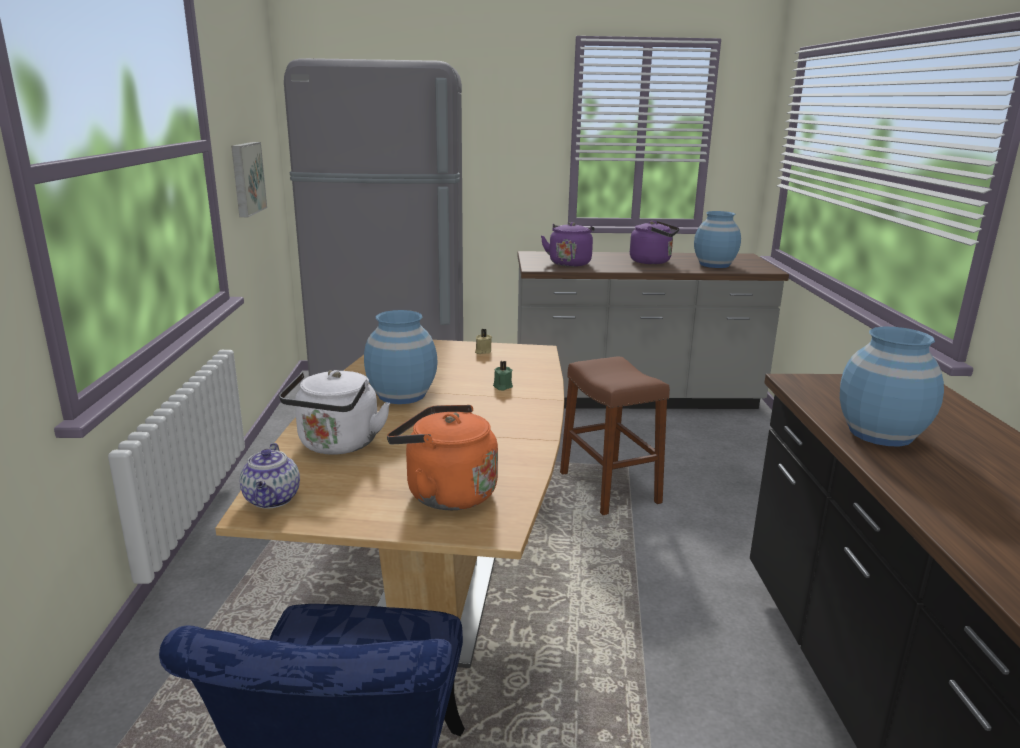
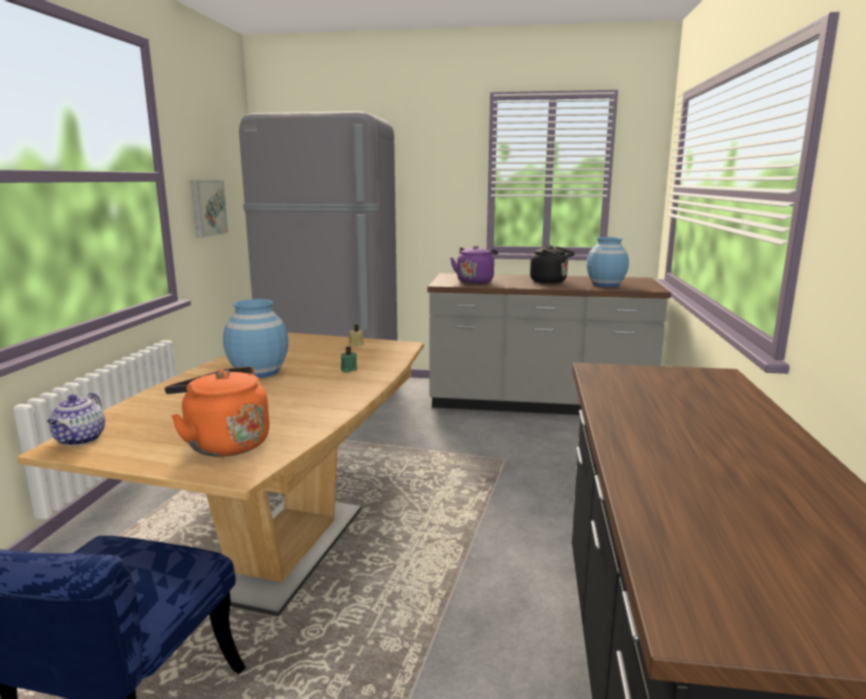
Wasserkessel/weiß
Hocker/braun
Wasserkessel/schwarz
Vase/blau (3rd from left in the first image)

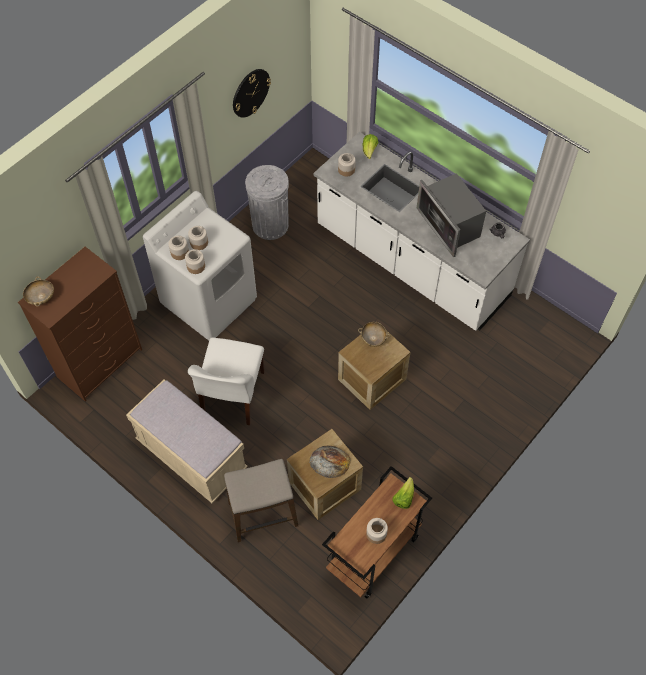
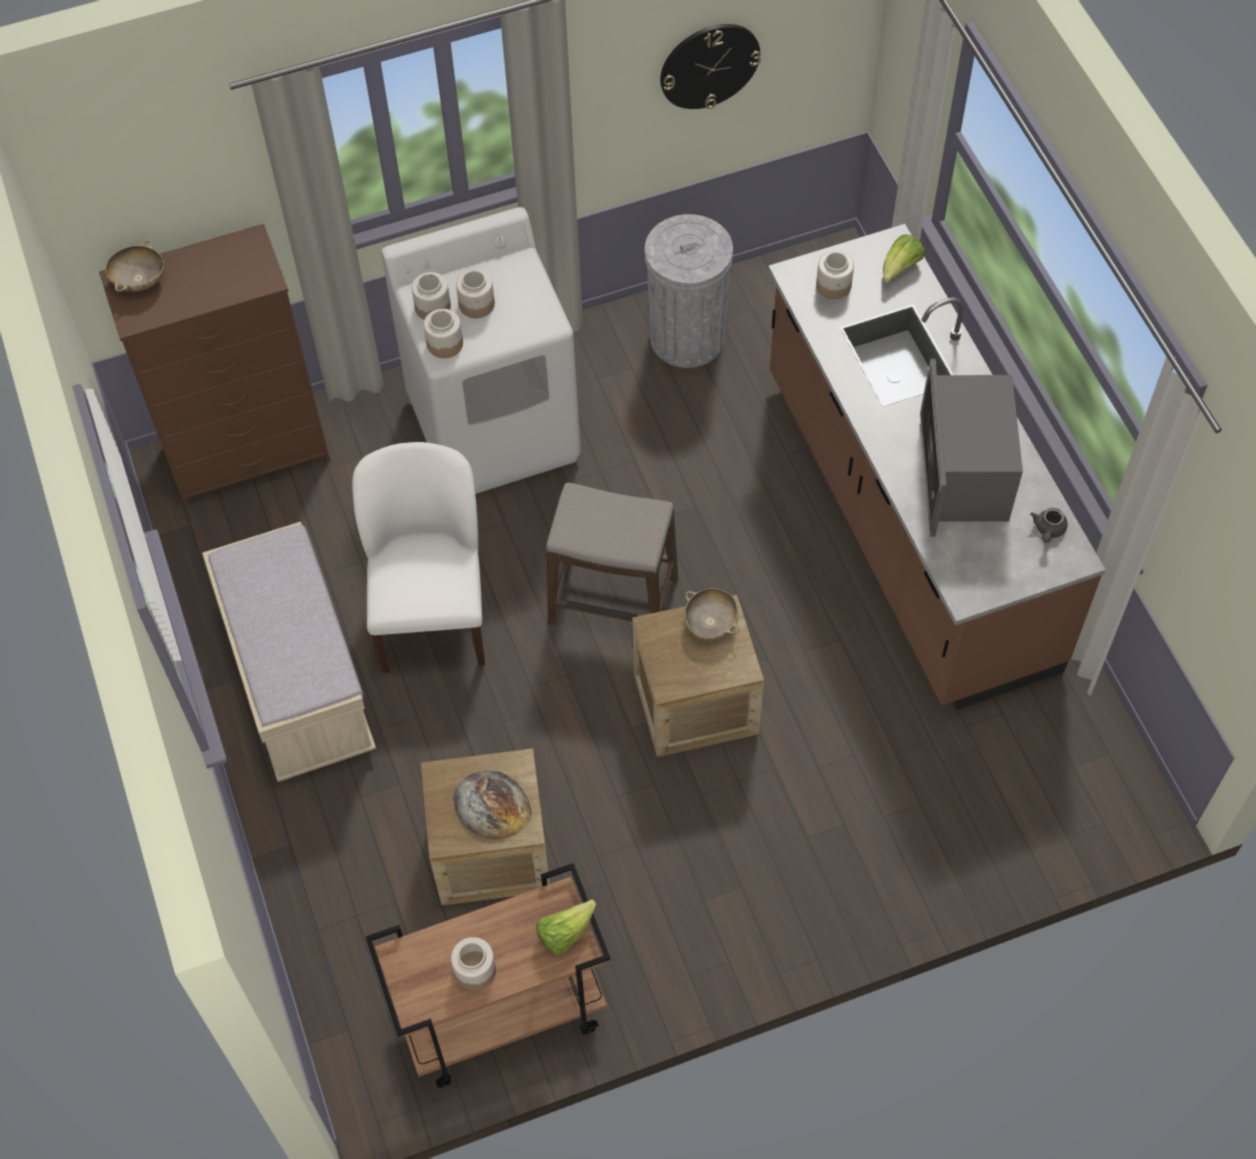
Stuhl/weiß
Hocker
Küchenzeile/braun

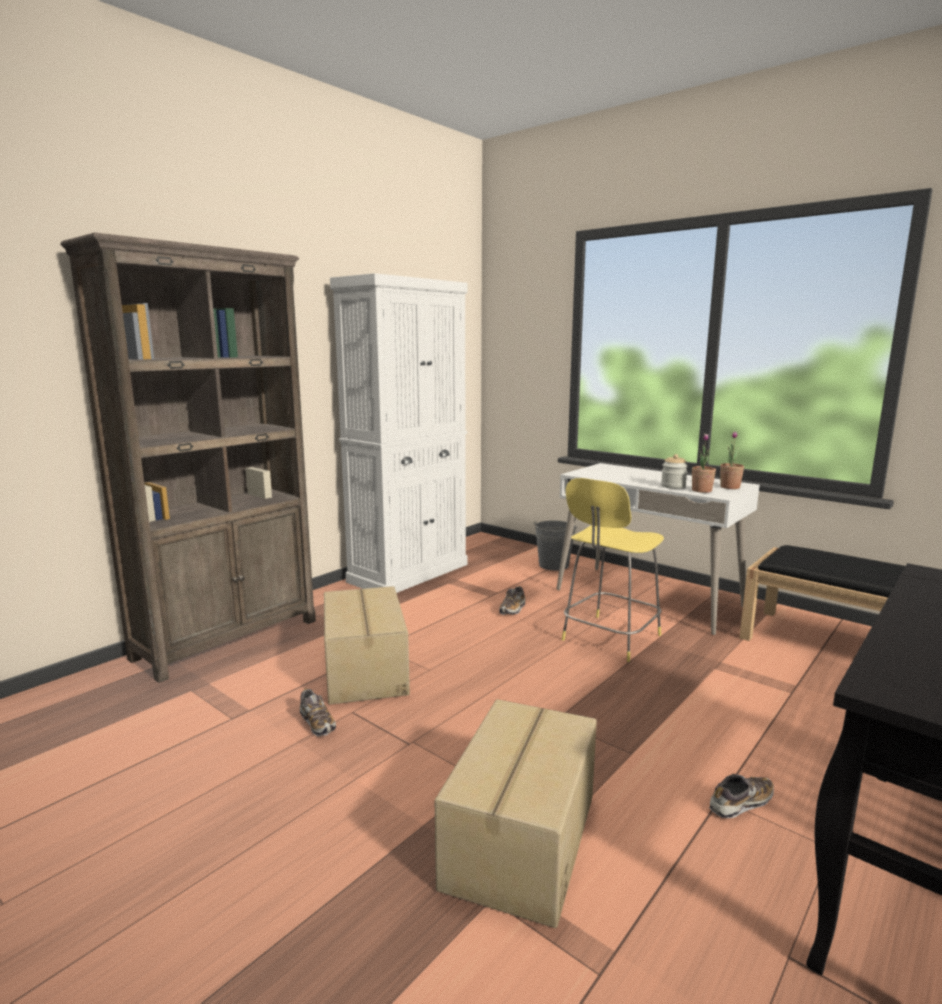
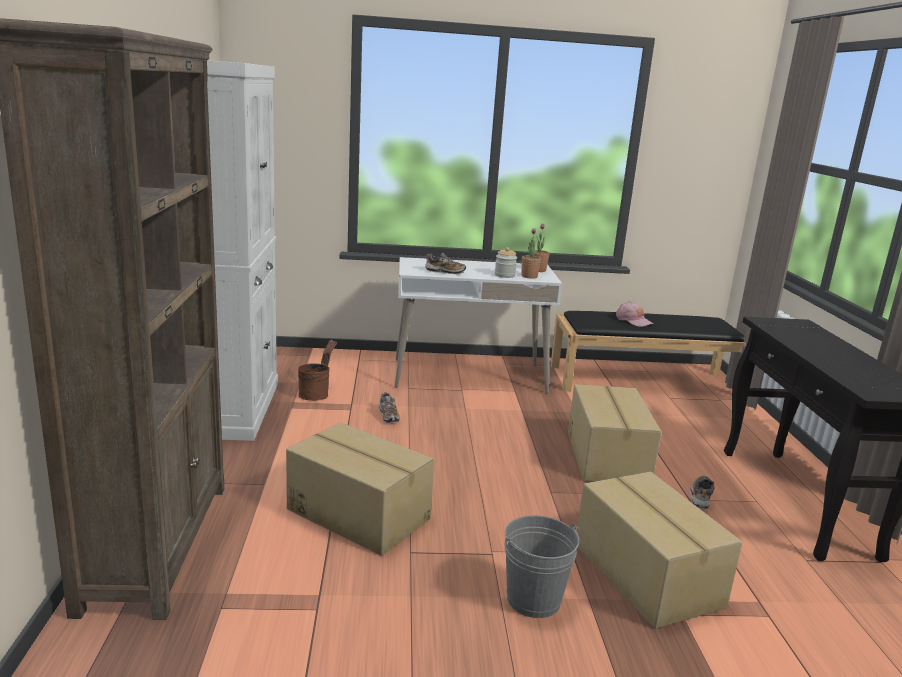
Schuh (2nd from left)
Eimer/grau
Hocker/gelb
Eimer/braun
Karton (2nd from left)
Kappe/rosa

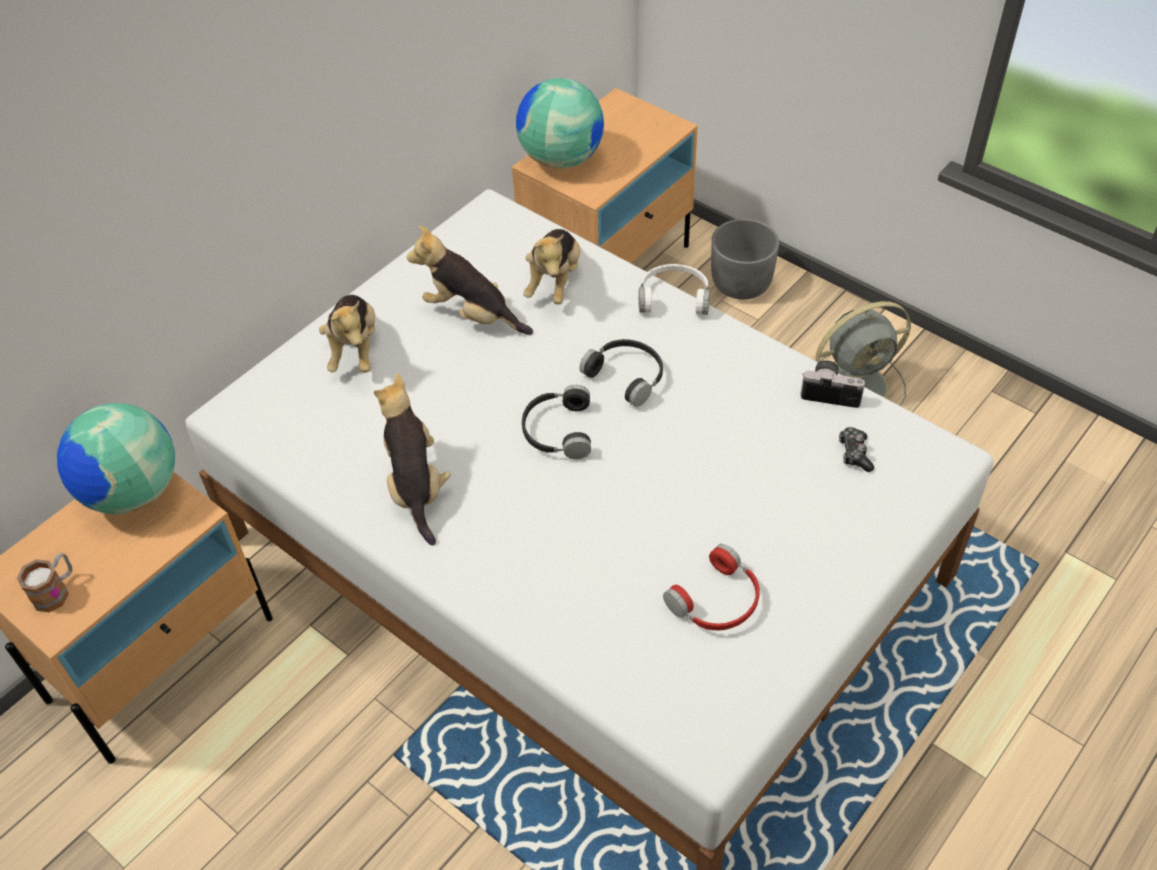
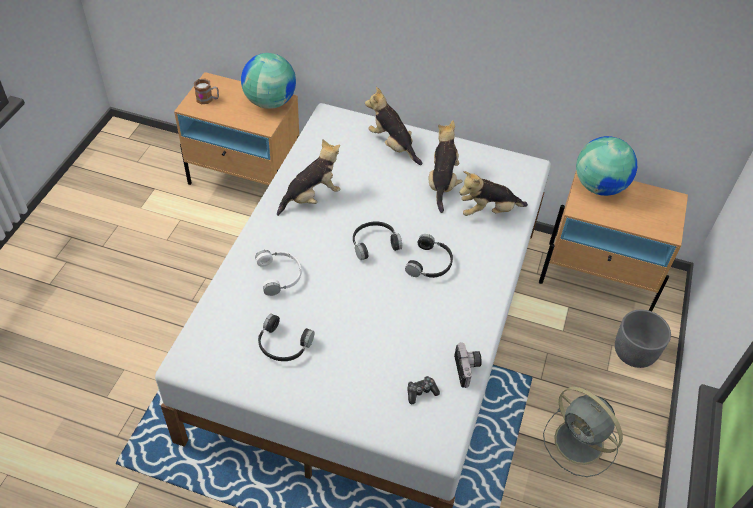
Plüschtier (2nd from left)
Kopfhörer/weiß
Kopfhörer/schwarz (1st from left)

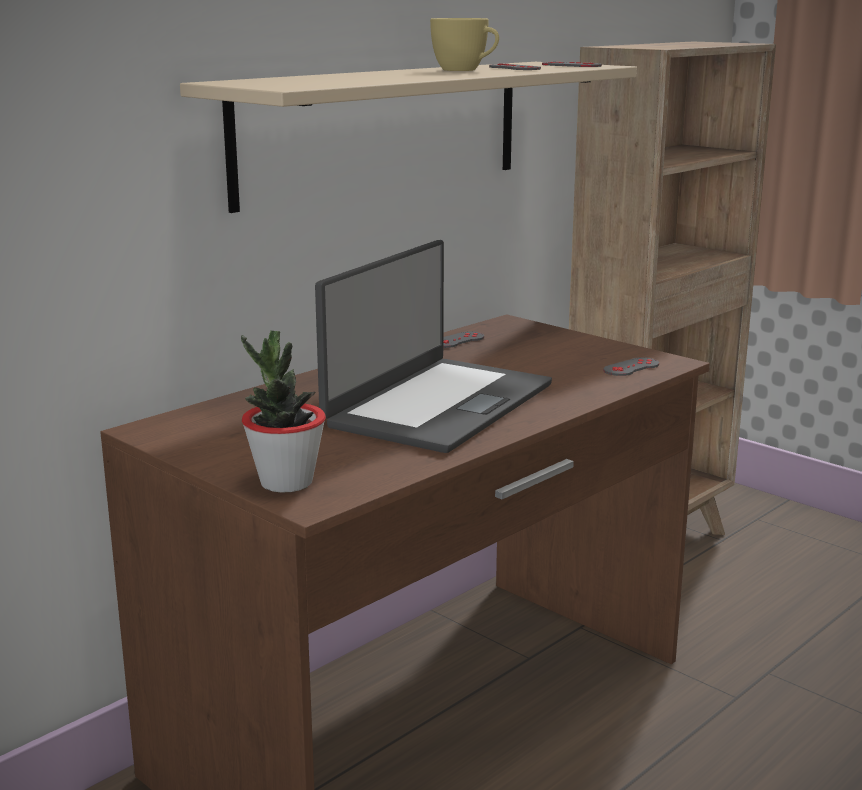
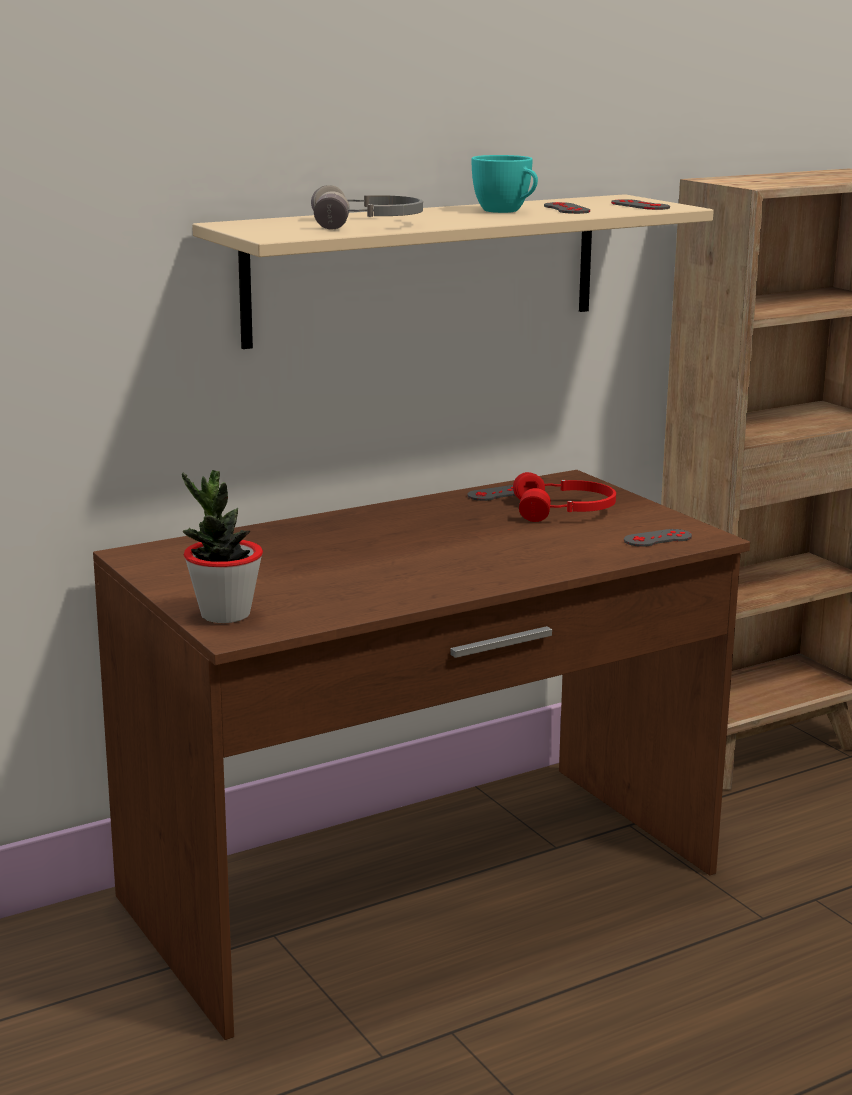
Laptop
Tasse/türkis
Kopfhörer/grau
Kopfhörer/rot

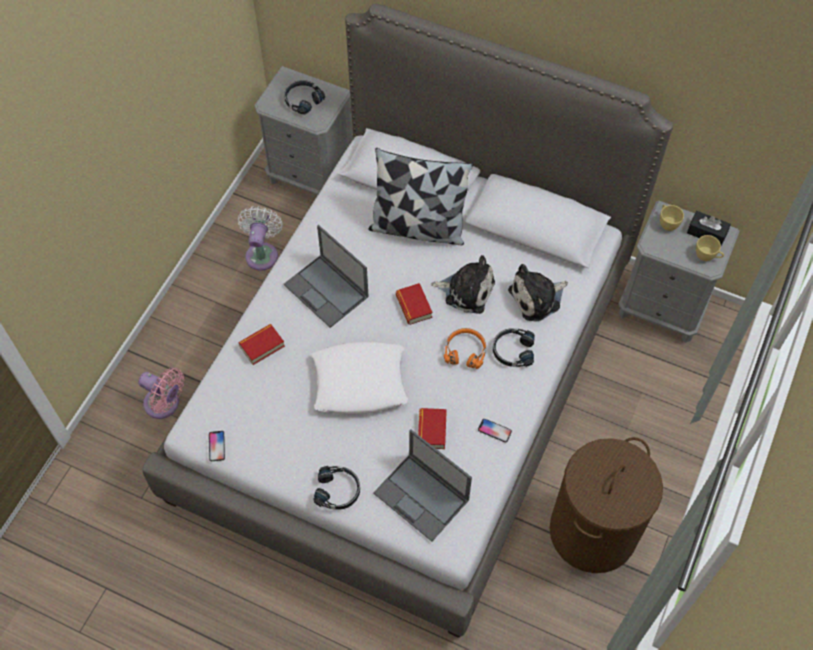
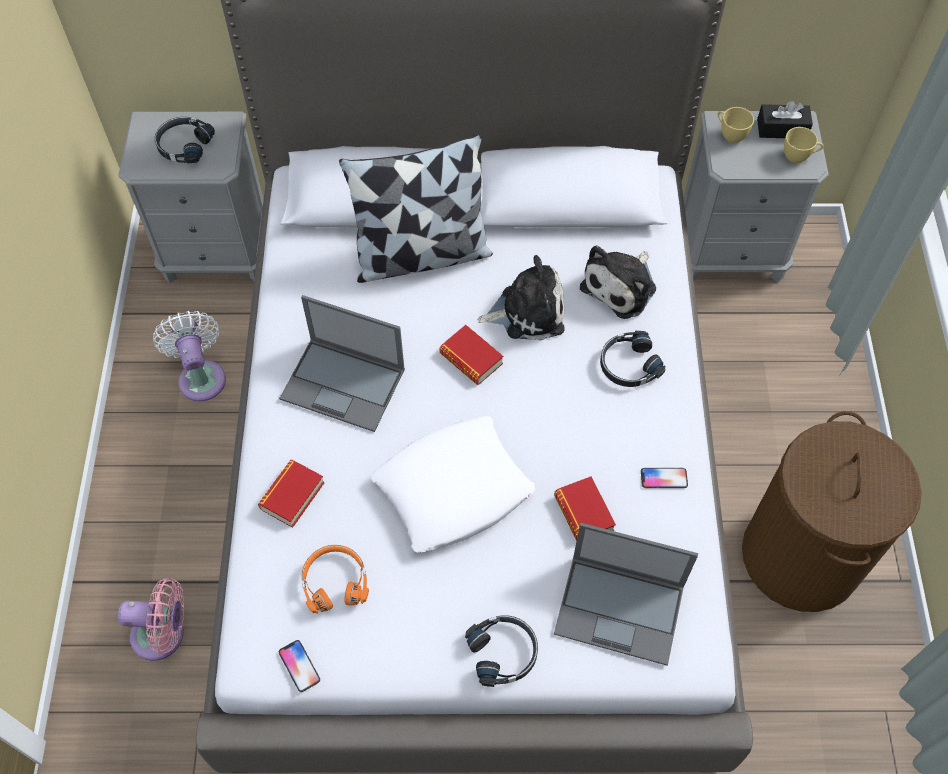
Kopfhörer/orange

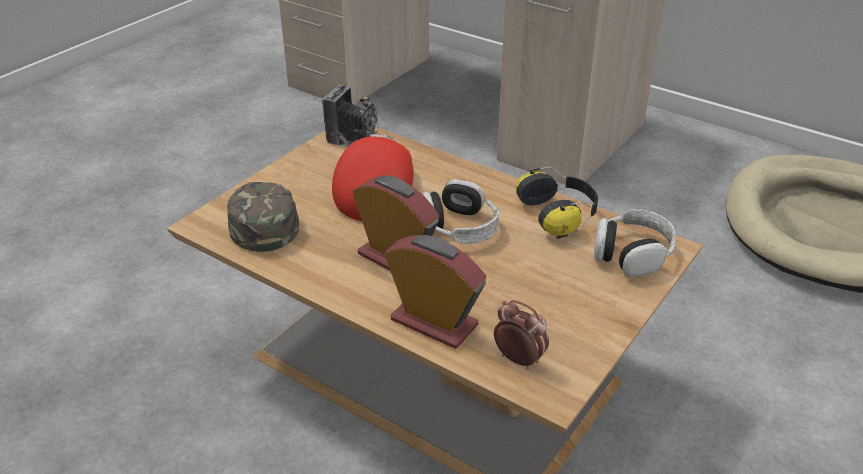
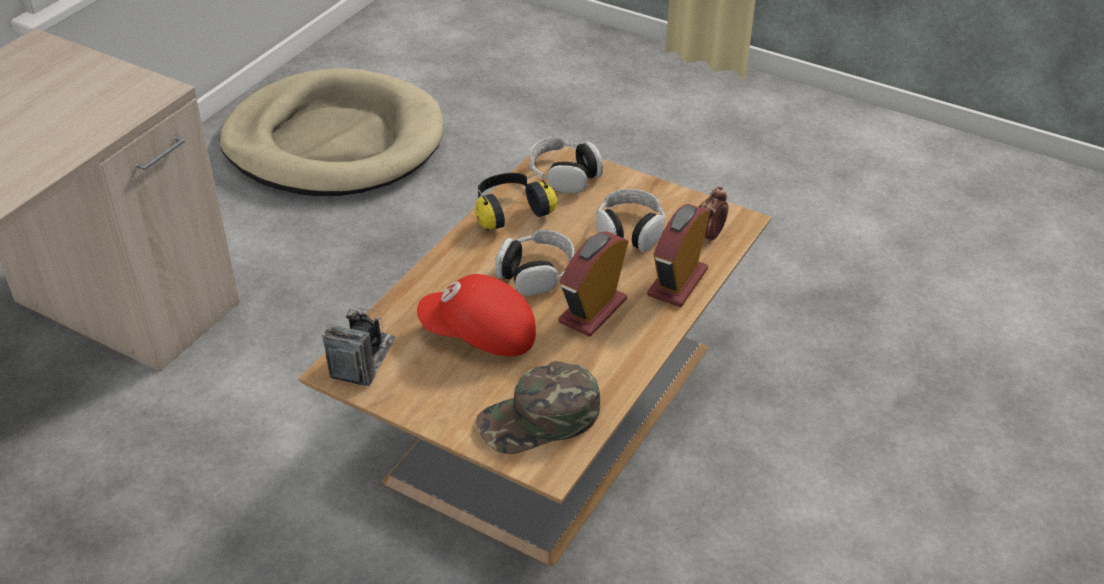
Kopfhörer (4th from left)

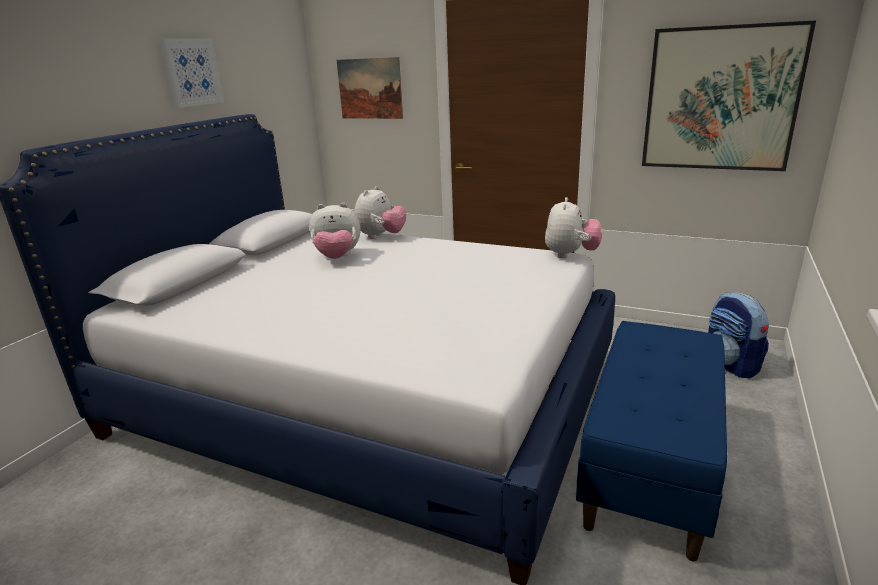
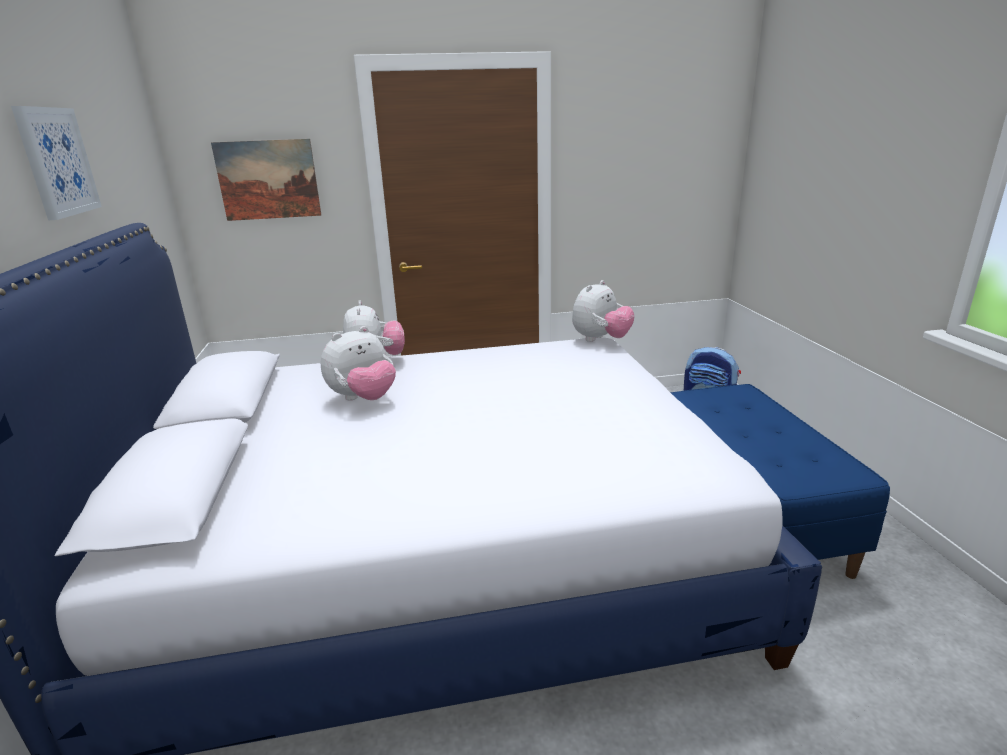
Plüschtier (3rd from left)
Bild (3rd from left in the first image)

